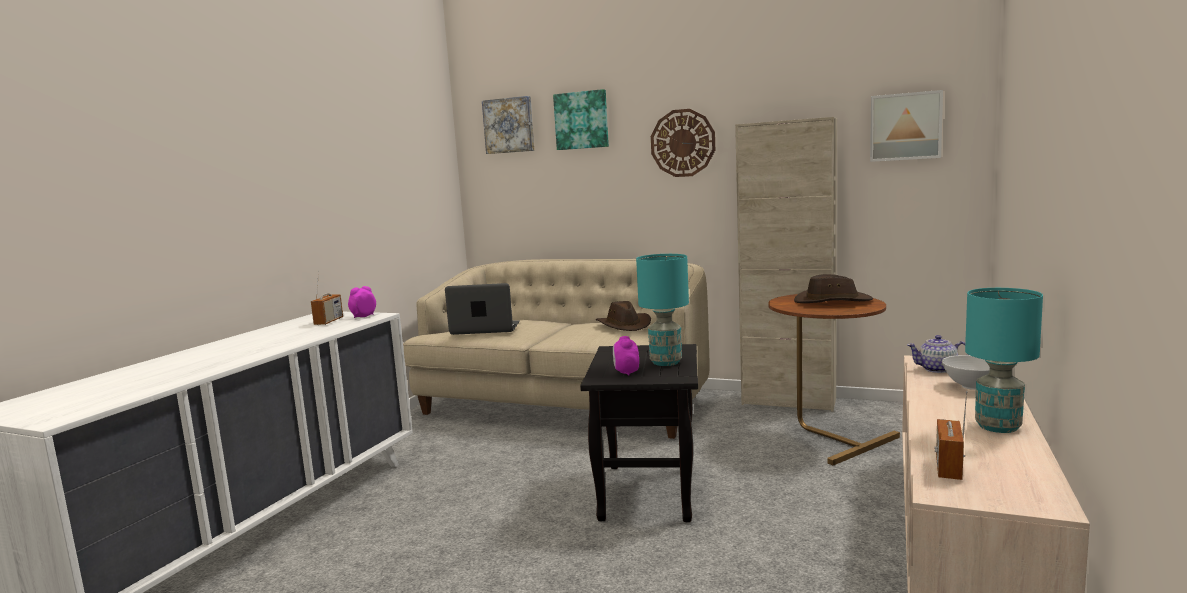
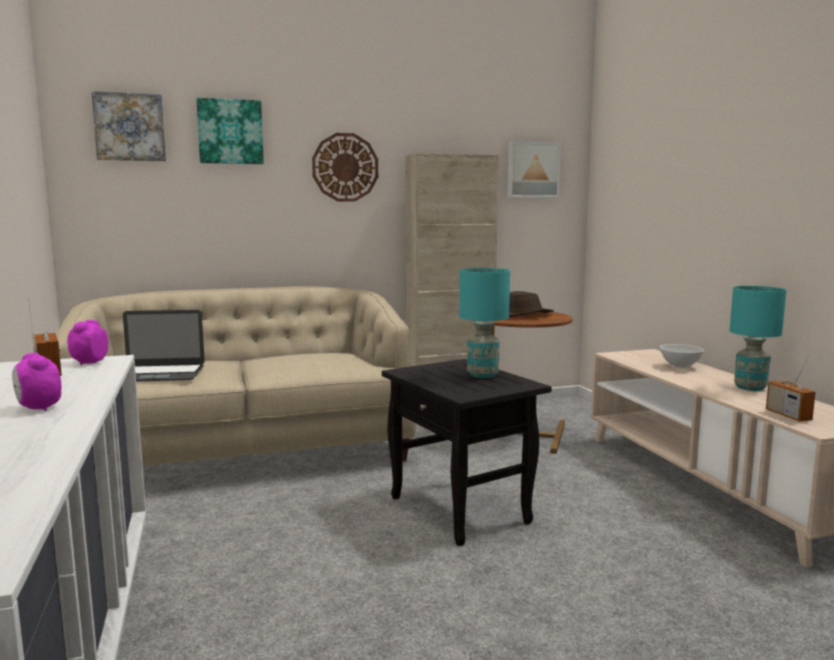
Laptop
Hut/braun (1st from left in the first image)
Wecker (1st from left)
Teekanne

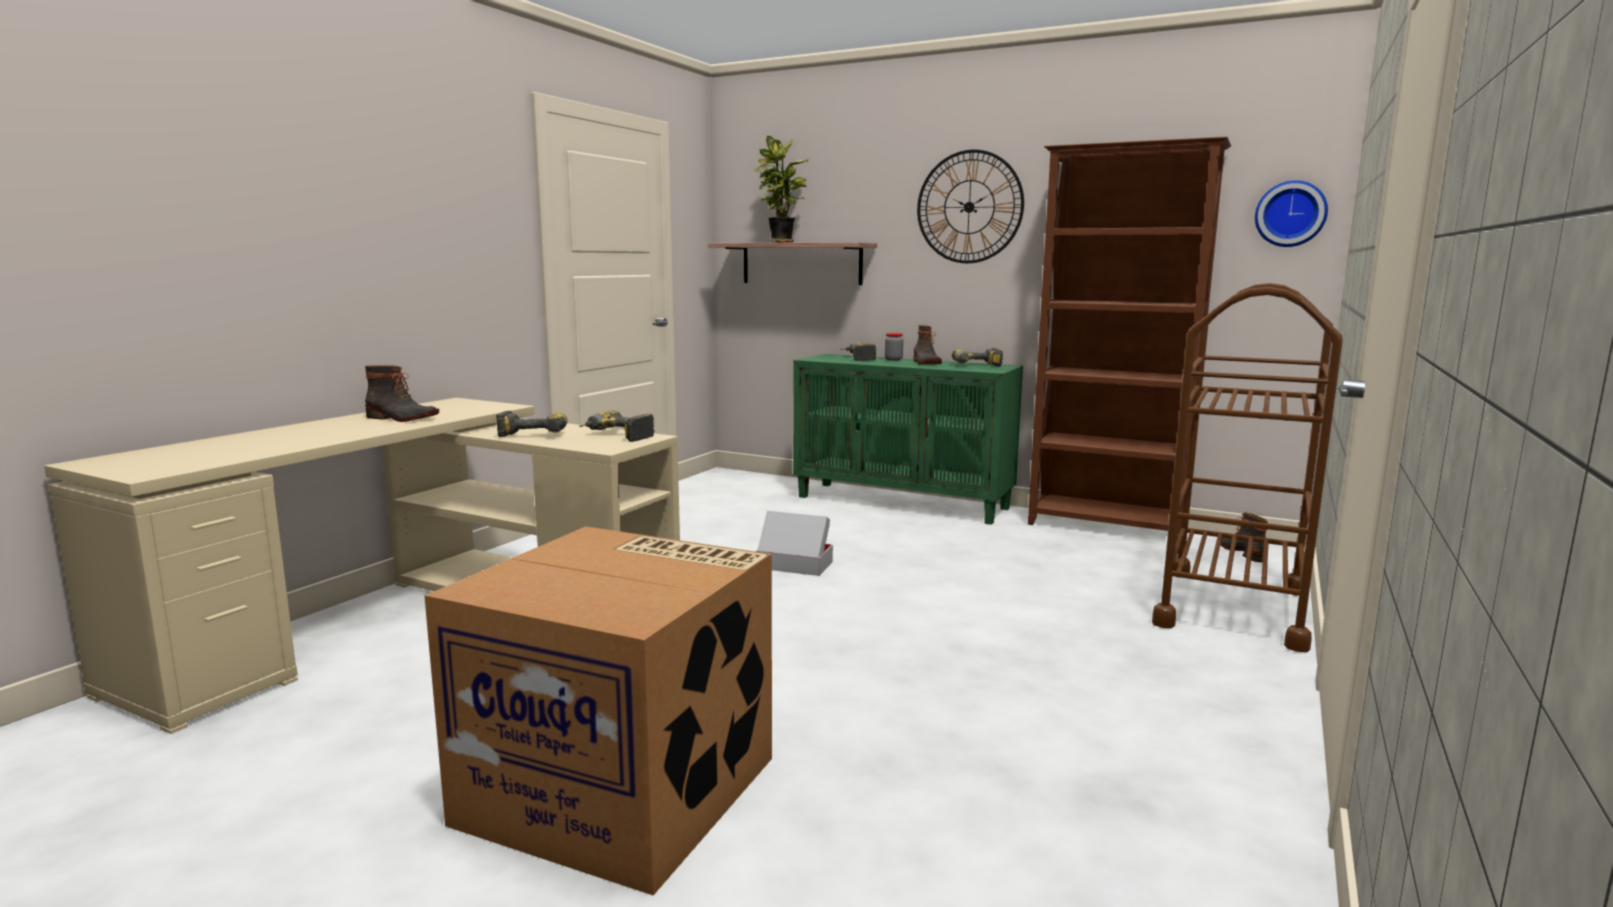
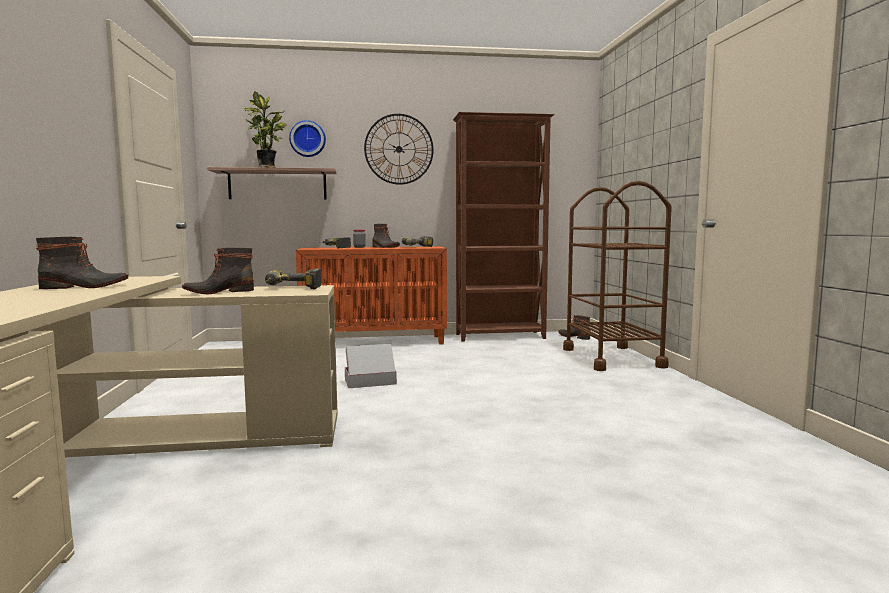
Karton (1st from left in the first image)
Stiefel (2nd from left)
Schrank/orange
Wanduhr (1st from left)

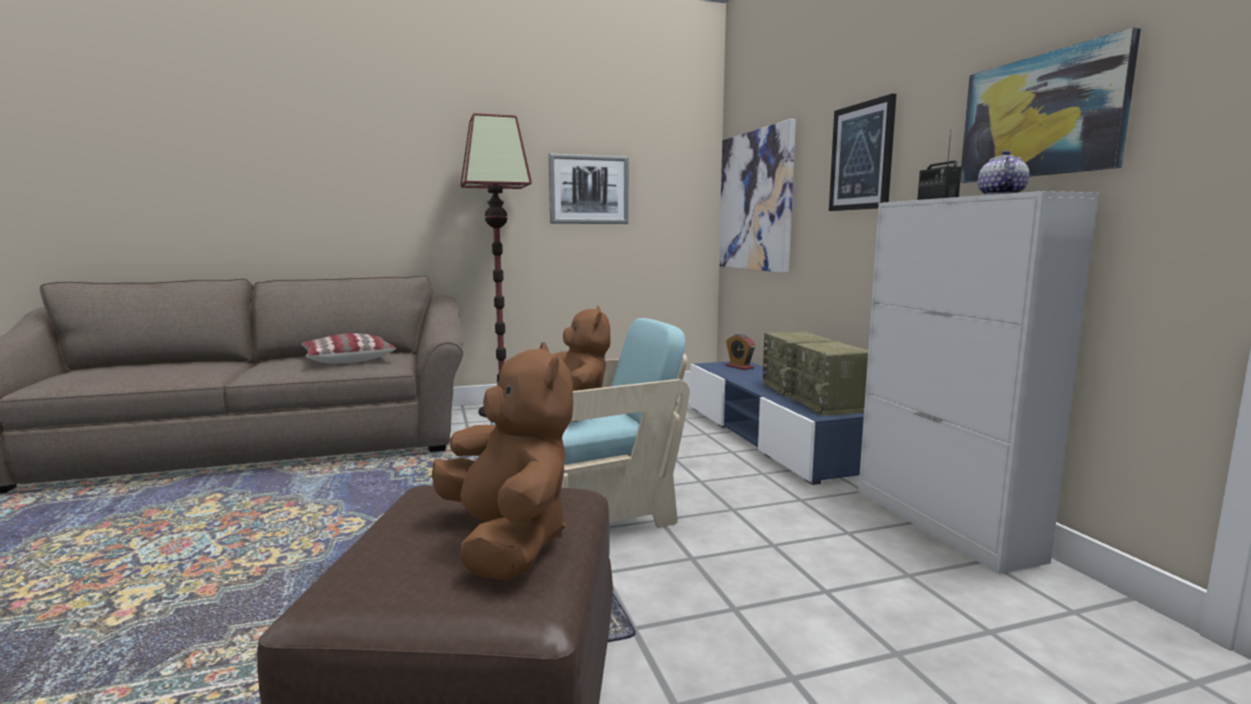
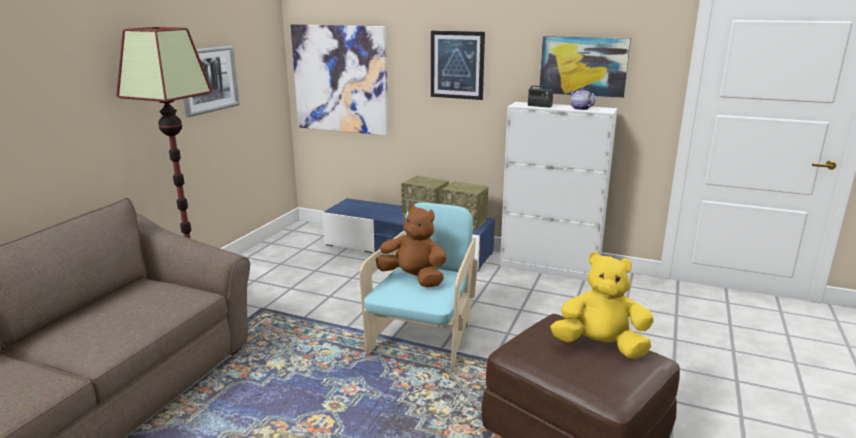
Kissen
Plüschtier/gelb
Wecker

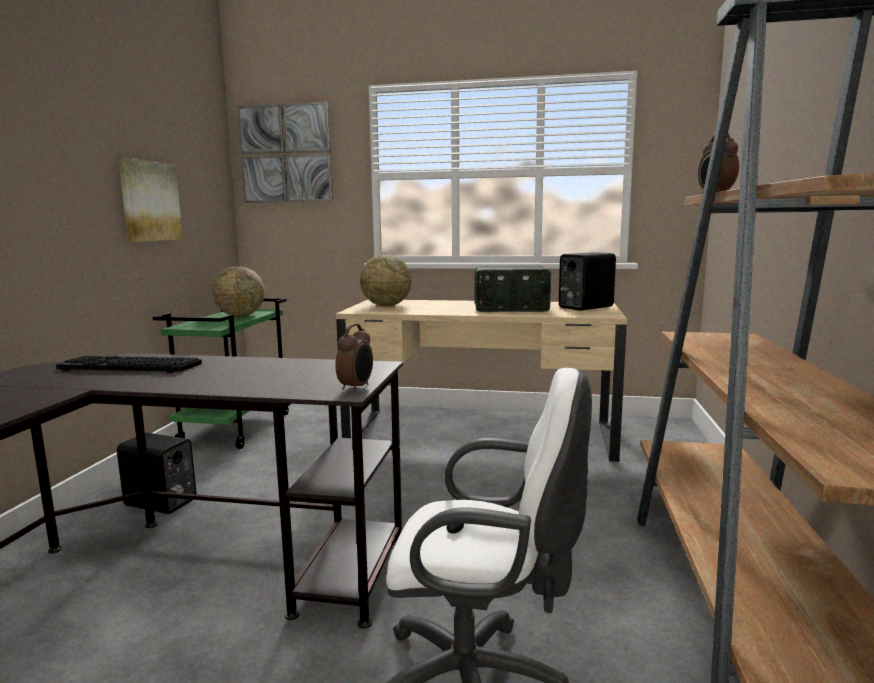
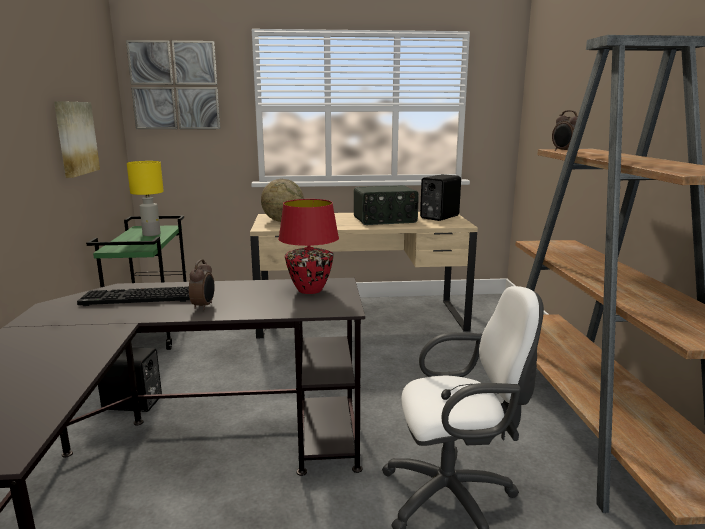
Tischlampe/gelb
Wecker (1st from left)
Tischlampe/rot

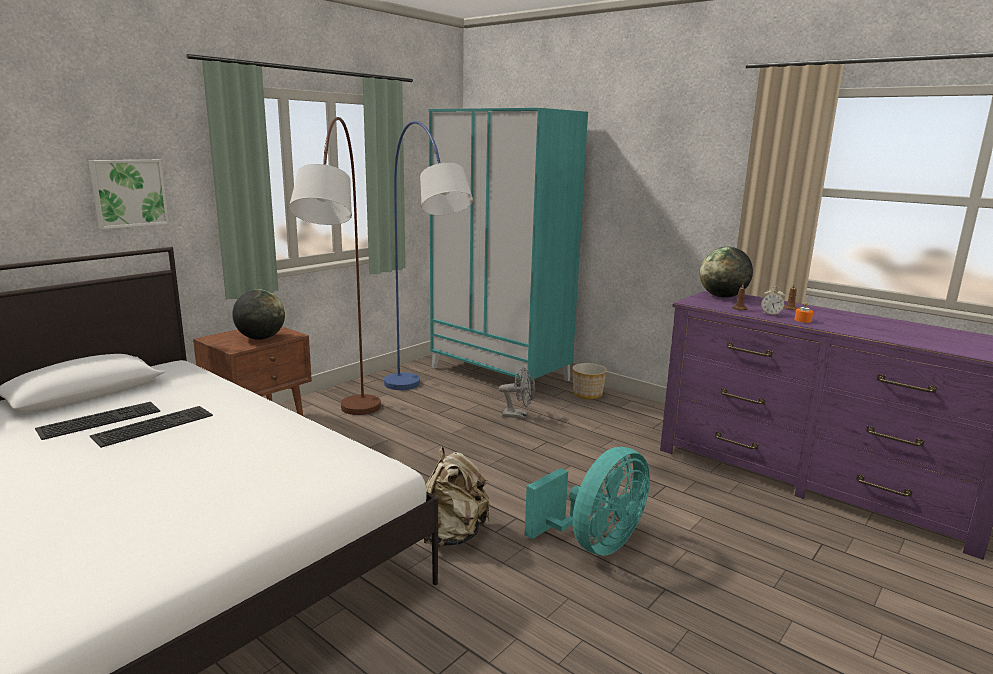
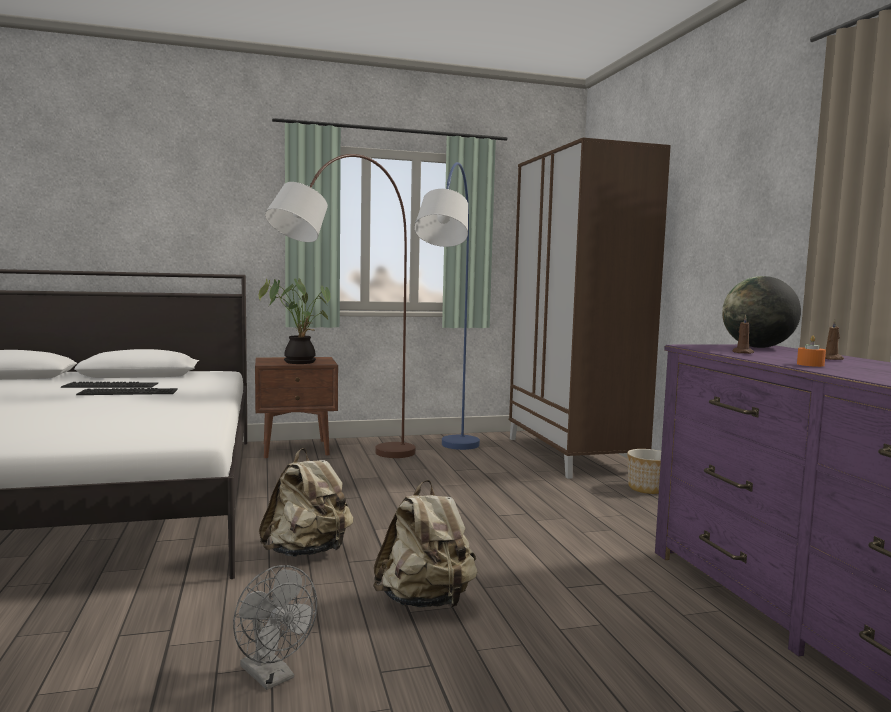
Bild
Topfpflanze
Kleiderschrank/braun
Ventilator/grau
Rucksack/beige (2nd from left)
Wecker

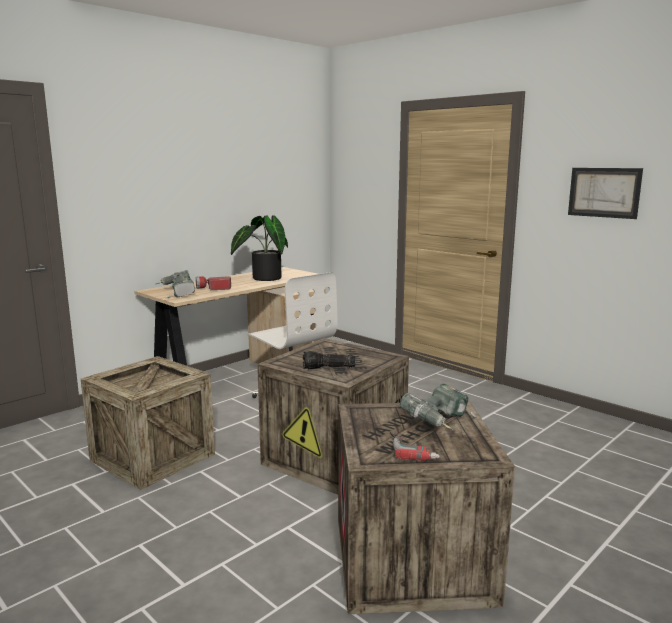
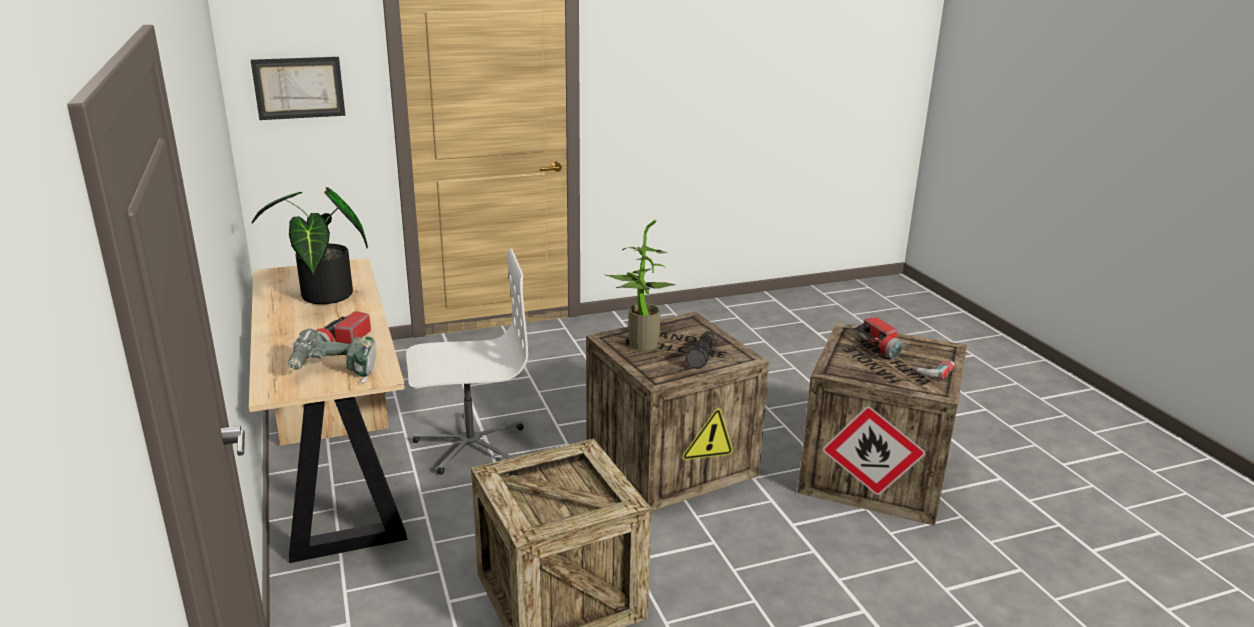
Taschenlampe (3rd from left)
Bild
Topfpflanze (2nd from left)

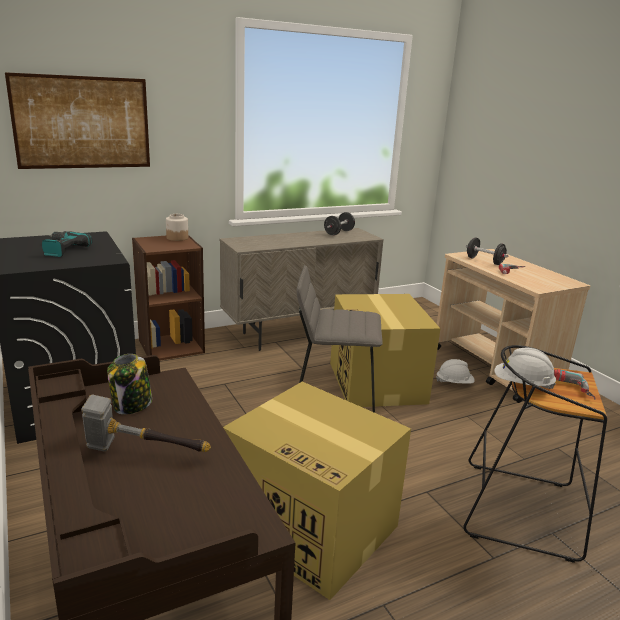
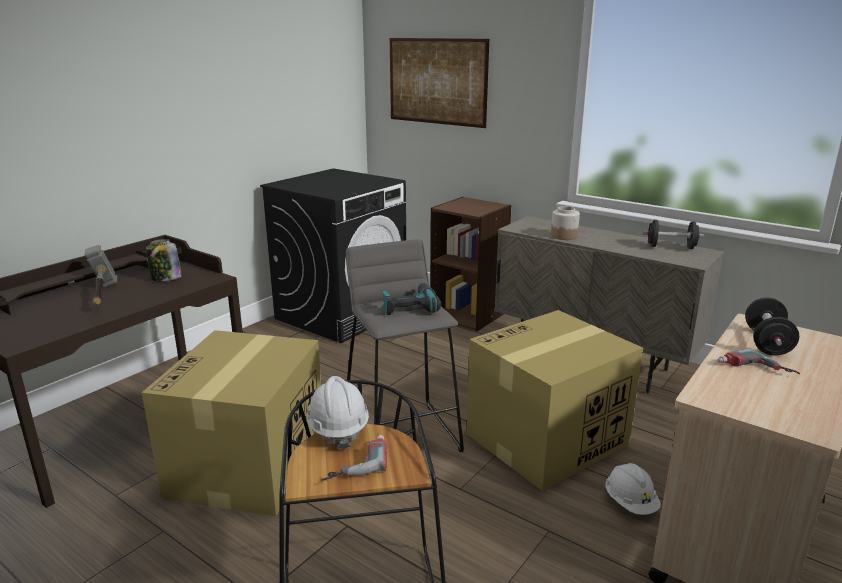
Bohrmaschine (2nd from left)
Vorratsglas (2nd from left)

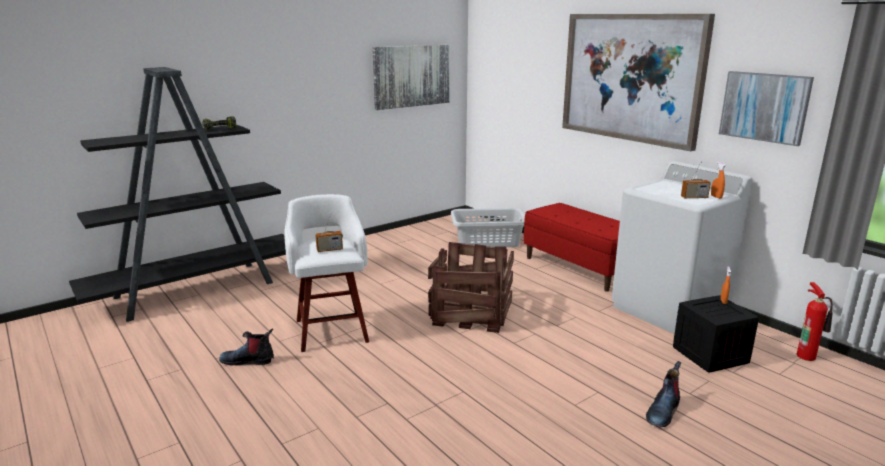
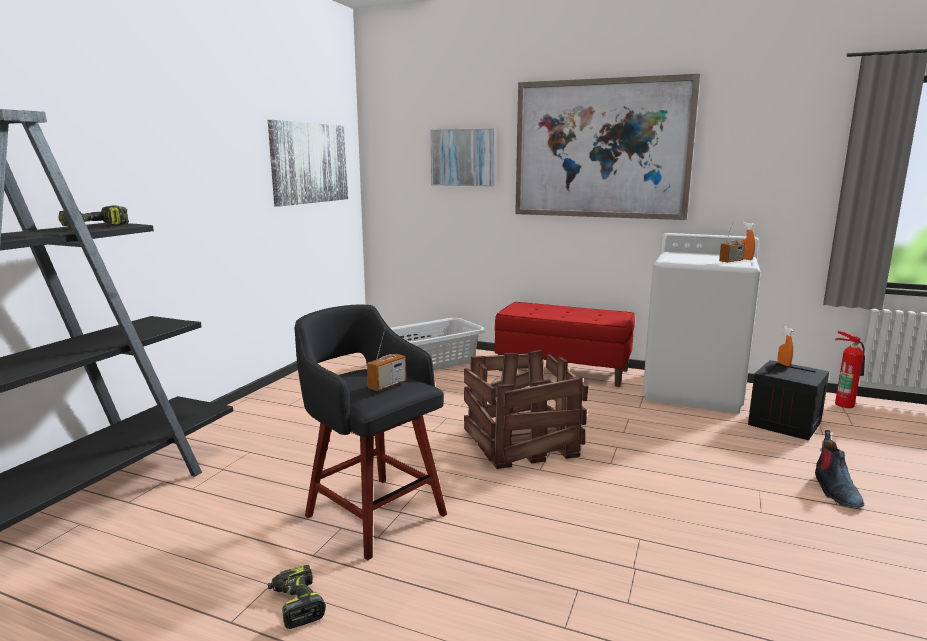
Bohrmaschine (2nd from left)
Hocker/schwarz
Bild (2nd from left)

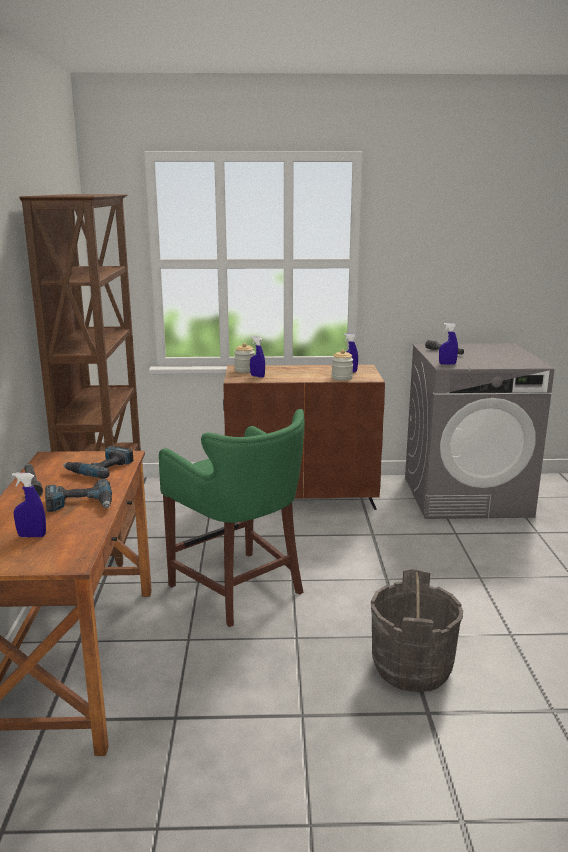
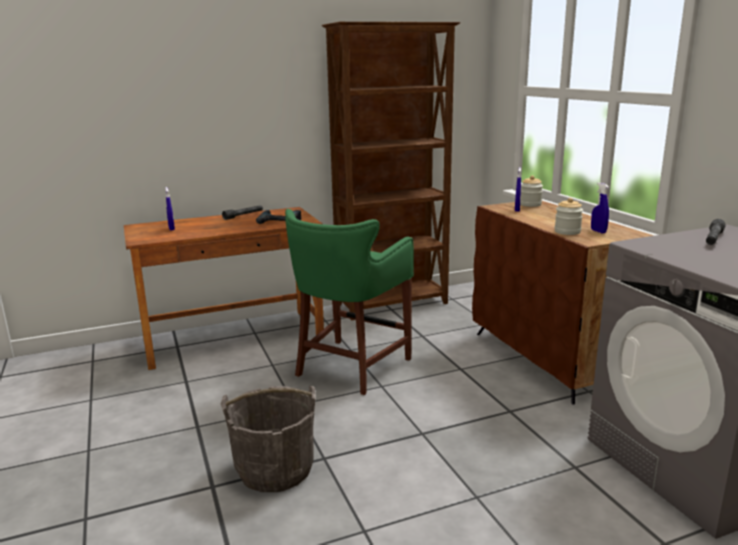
Bohrmaschine (1st from left in the first image)
Sprühflasche/blau (4th from left in the first image)

